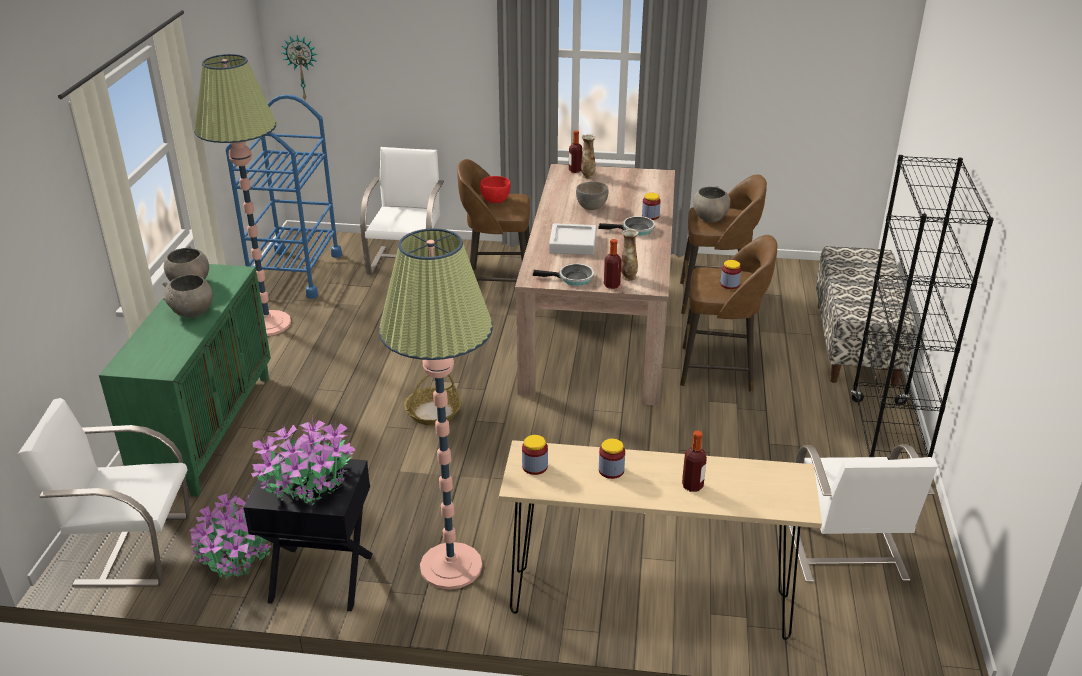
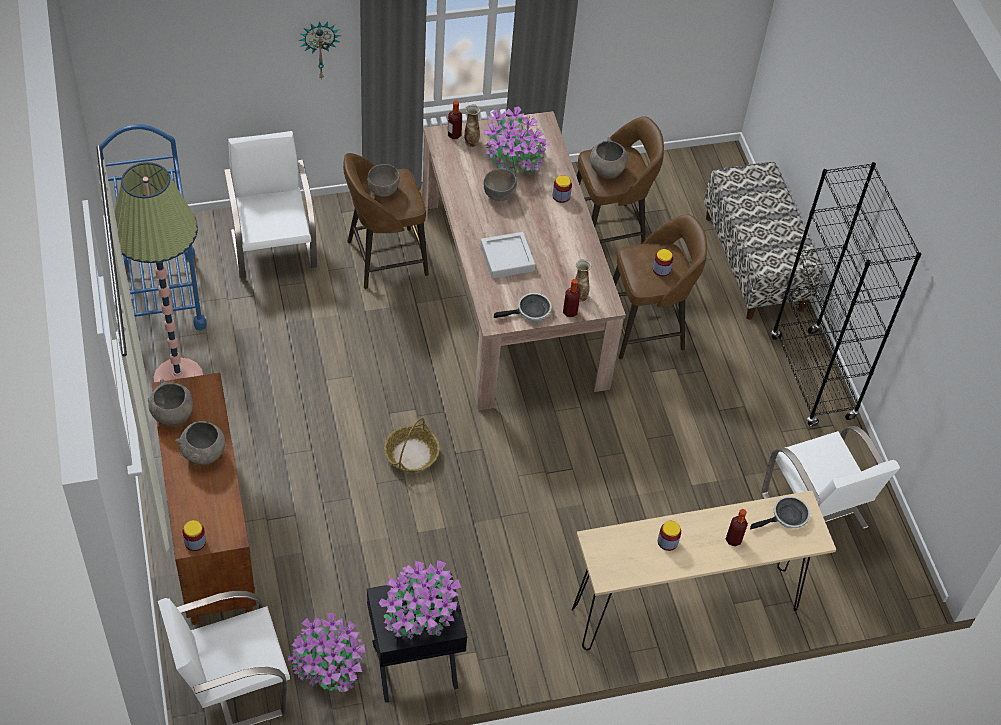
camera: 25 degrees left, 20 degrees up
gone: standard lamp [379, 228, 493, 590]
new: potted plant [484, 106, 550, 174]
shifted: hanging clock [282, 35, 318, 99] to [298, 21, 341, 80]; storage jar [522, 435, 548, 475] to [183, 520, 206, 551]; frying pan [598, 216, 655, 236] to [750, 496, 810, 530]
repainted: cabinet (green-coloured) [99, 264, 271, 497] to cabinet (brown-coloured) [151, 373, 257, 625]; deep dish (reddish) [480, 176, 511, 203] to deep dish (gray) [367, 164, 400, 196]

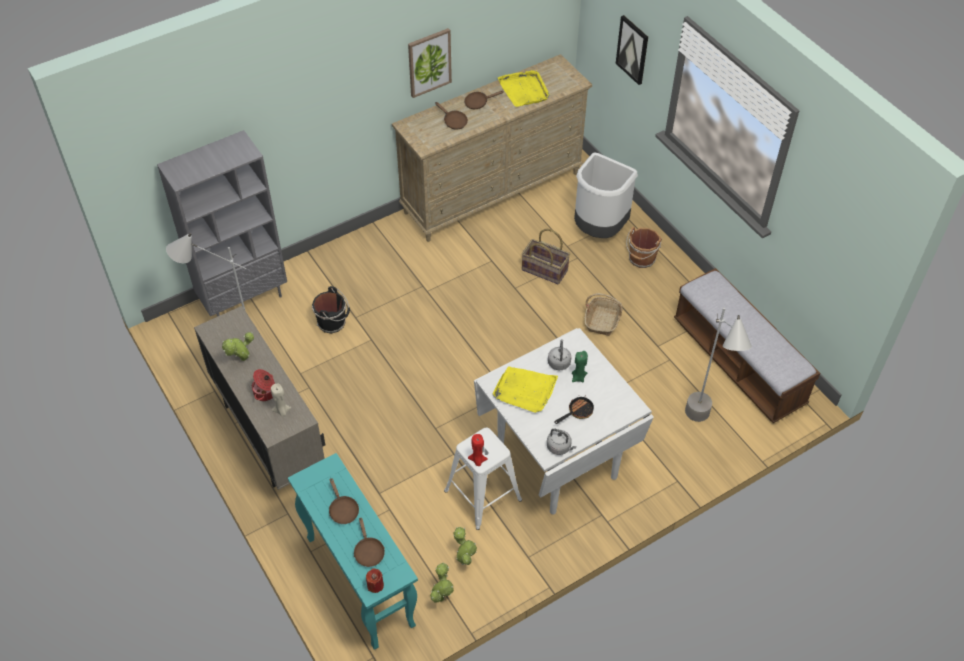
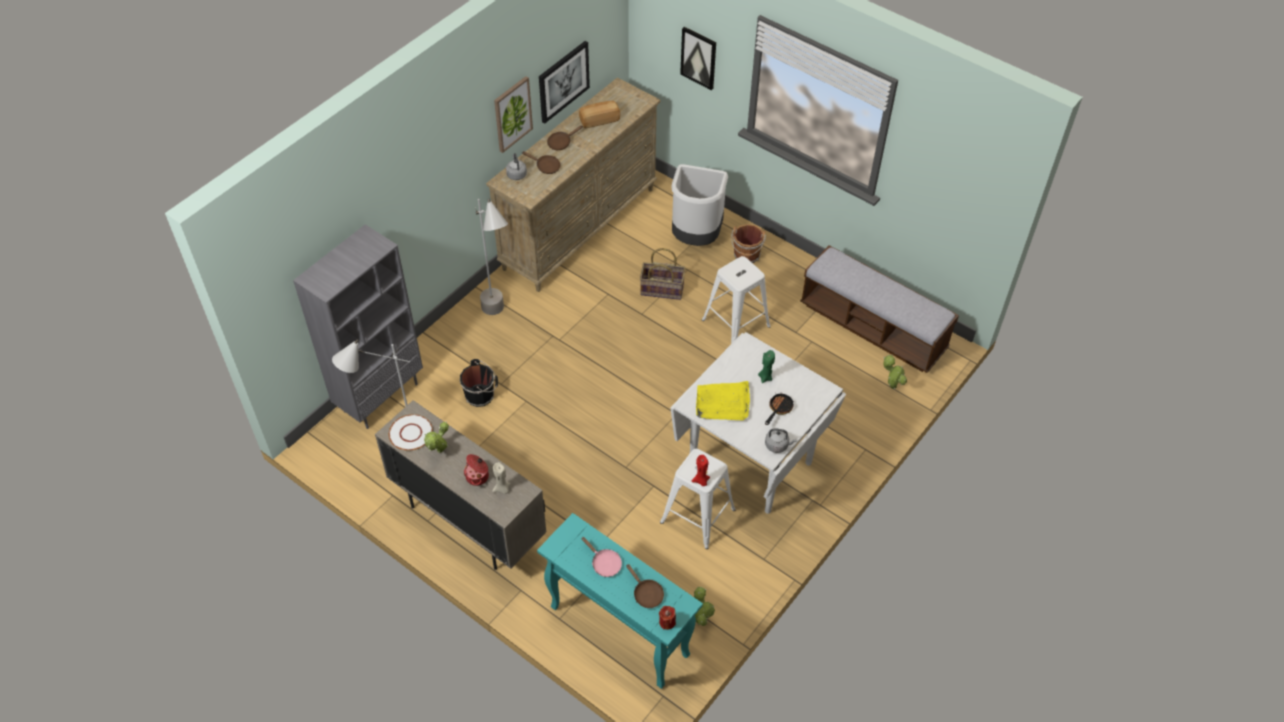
camera: 20 degrees left, 0 degrees up
new: flat dish (white-coloured) [389, 414, 433, 450]; wall art [539, 41, 590, 123]
shifted: potted plant [453, 527, 477, 565] to [883, 355, 907, 389]; tea kettle (gray) [548, 339, 571, 370] to [506, 153, 527, 180]; standard lamp (gray) [685, 308, 752, 422] to [475, 199, 508, 315]
swapped: carrying tray (yellow) [498, 70, 550, 107] to bread [579, 101, 620, 128]; storage basket [585, 293, 623, 336] to stool (white-coloured) [702, 256, 771, 344]
repainted: frying pan (brown-coloured) [329, 478, 359, 524] to frying pan (pinkish) [581, 537, 622, 577]

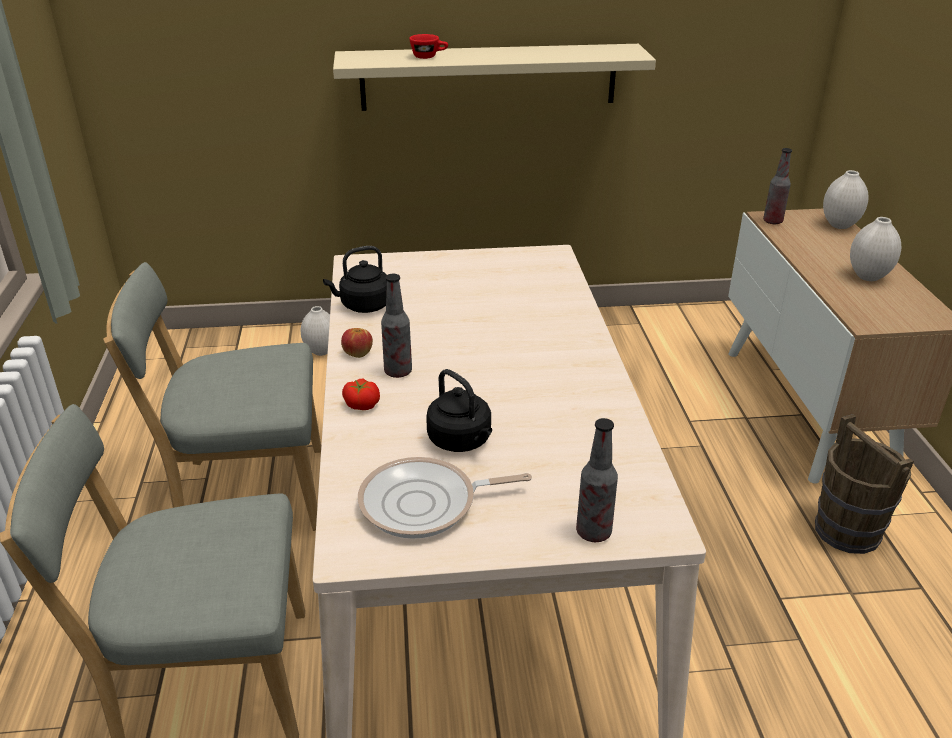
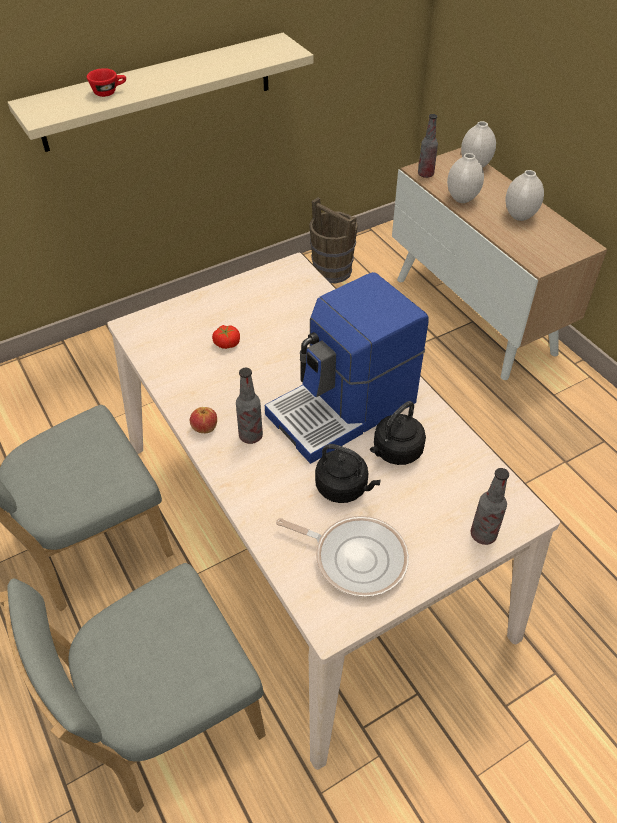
camera: 25 degrees left, 15 degrees up
new: coffee maker [265, 272, 428, 464]
shifted: vase (white-coloured) [301, 306, 330, 356] to [447, 153, 484, 203]; tea kettle (black-coloured) [323, 246, 387, 313] to [370, 401, 426, 465]; fresh tomato [342, 378, 380, 410] to [212, 325, 240, 349]; bucket (brown-coloured) [815, 414, 914, 554] to [309, 197, 358, 283]
rotated: frying pan [358, 457, 532, 539] = [276, 516, 409, 597] 120 degrees counterclockwise

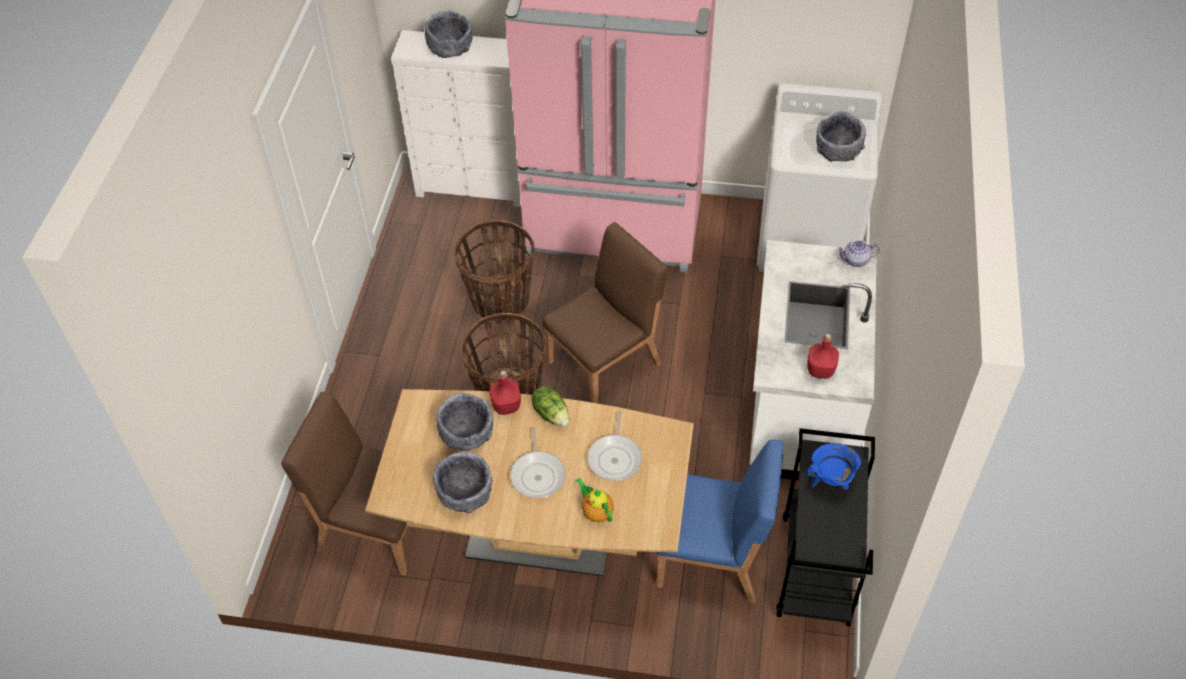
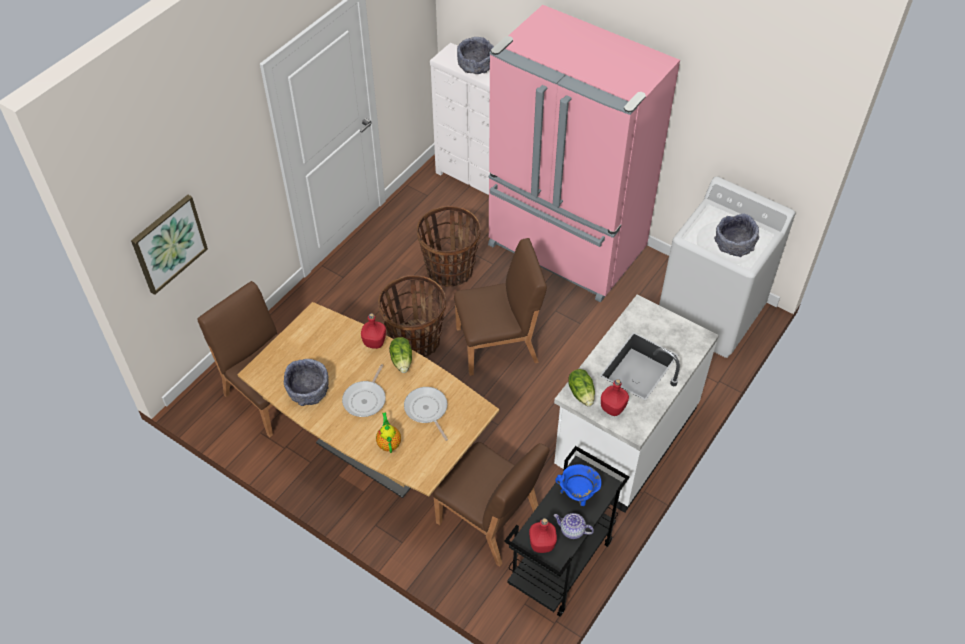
camera: 25 degrees right, 0 degrees up
gone: deep dish (gray) [436, 393, 493, 451]
new: wall art [131, 195, 208, 295]; drink bottle (reddish) [529, 518, 557, 553]; lettuce [568, 369, 595, 407]
shifted: teapot [837, 240, 880, 267] to [554, 513, 594, 539]
repainted: upright chair (blue-coloured) [657, 439, 784, 603] to upright chair (brown-coloured) [433, 442, 549, 567]
rotated: frying pan [588, 411, 642, 481] = [404, 387, 448, 441] 120 degrees clockwise

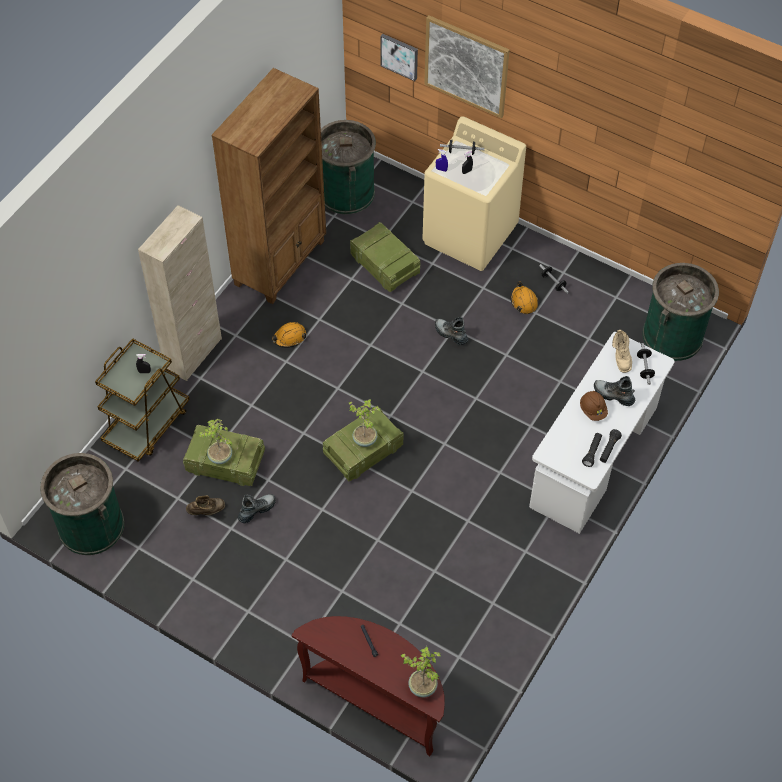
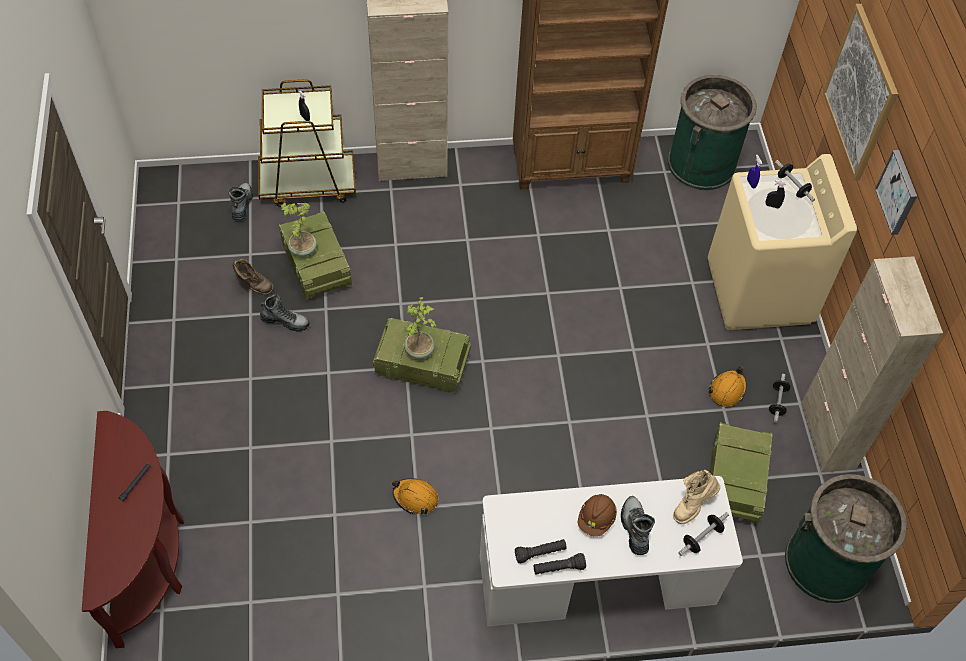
camera: 50 degrees right, 0 degrees up
gone: trash can (green-coloured) [40, 453, 124, 555]; potted plant [400, 646, 441, 698]
new: cabinet (beige-coloured) [801, 256, 943, 472]
shifted: hard hat (orange) [272, 322, 306, 348] to [392, 478, 438, 514]; crate [350, 222, 421, 292] to [710, 422, 772, 524]; wall art [380, 34, 418, 81] to [875, 150, 917, 235]; high-top boot [435, 317, 468, 345] to [228, 182, 253, 220]

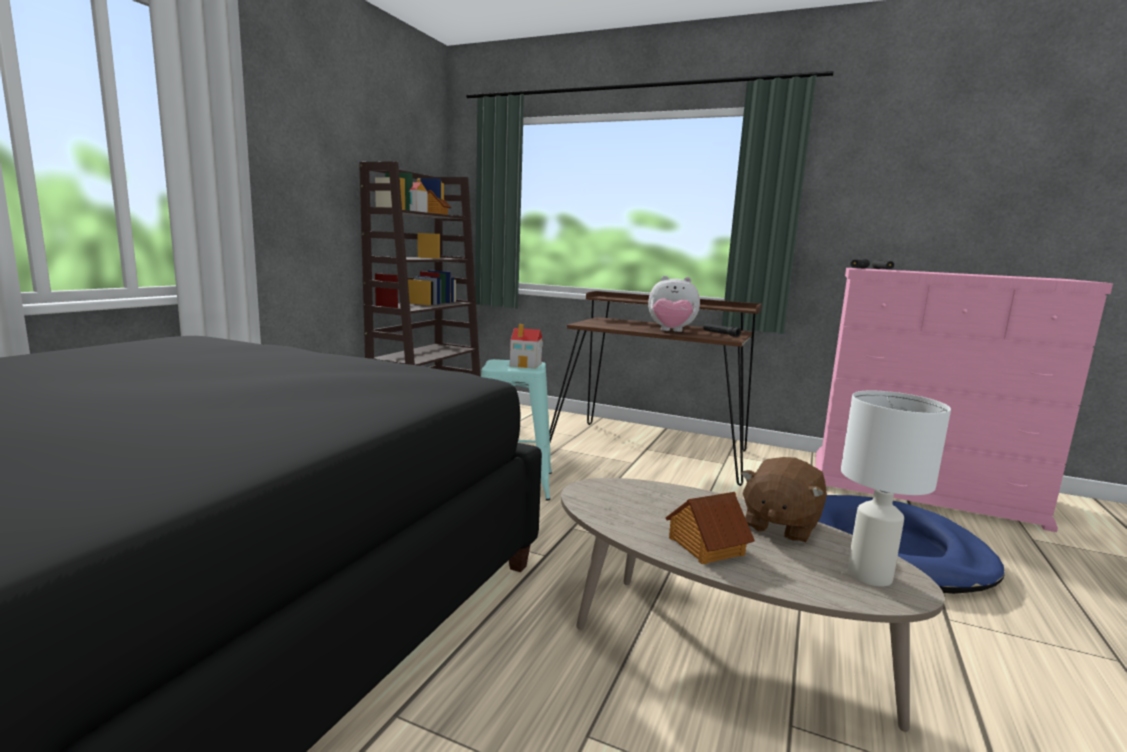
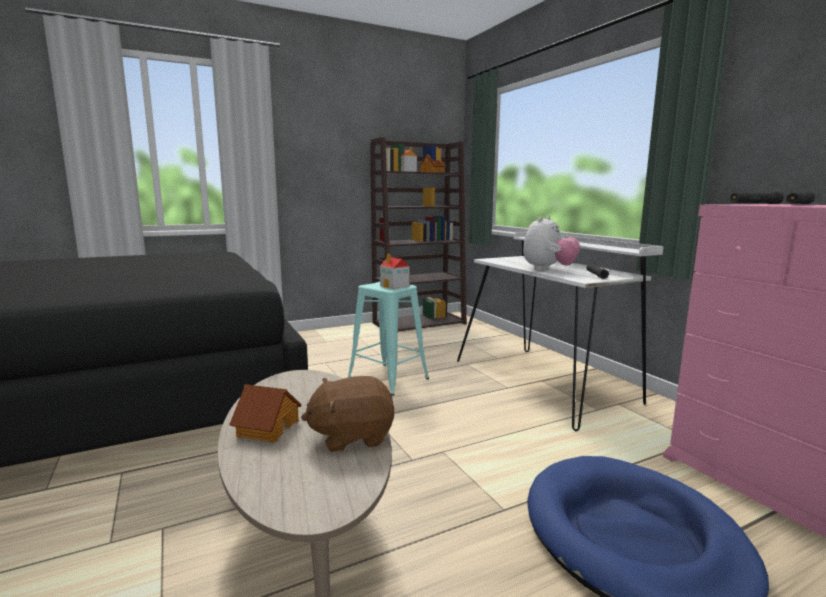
camera: 40 degrees right, 0 degrees up
gone: table lamp (white-coloured) [841, 390, 951, 587]
repainted: desk unit (brown-coloured) [549, 291, 762, 486] to desk unit (white-coloured) [457, 232, 664, 431]
rotated: soft toy [648, 276, 700, 332] = [523, 216, 580, 271] 105 degrees counterclockwise

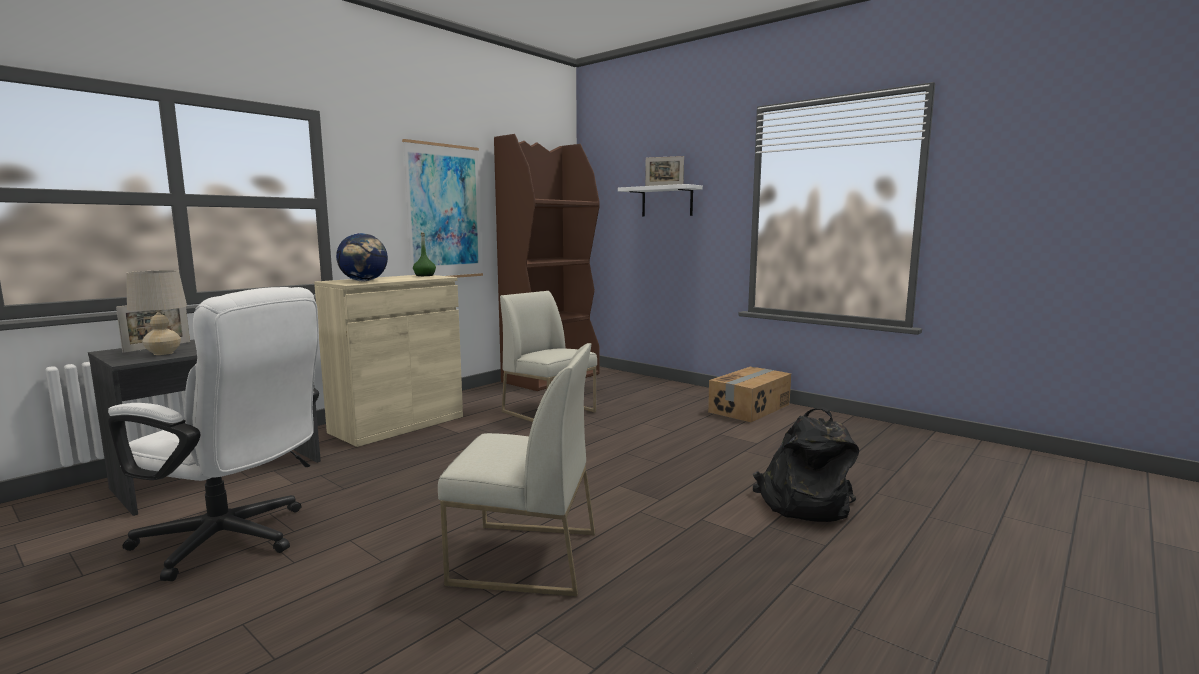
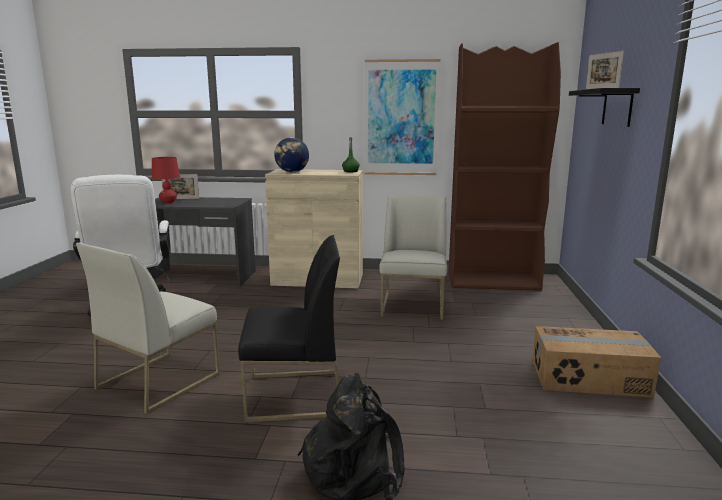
camera: 55 degrees right, 5 degrees up
new: upright chair (black-coloured) [238, 235, 340, 423]
repainted: table lamp (beige-coloured) [126, 270, 187, 355] to table lamp (reddish) [152, 157, 180, 204]; bracket shelf (white-coloured) [618, 184, 703, 216] to bracket shelf (black-coloured) [569, 88, 640, 127]
rotated: upright chair (white-coloured) [438, 343, 595, 597] = [76, 243, 220, 414] 60 degrees clockwise

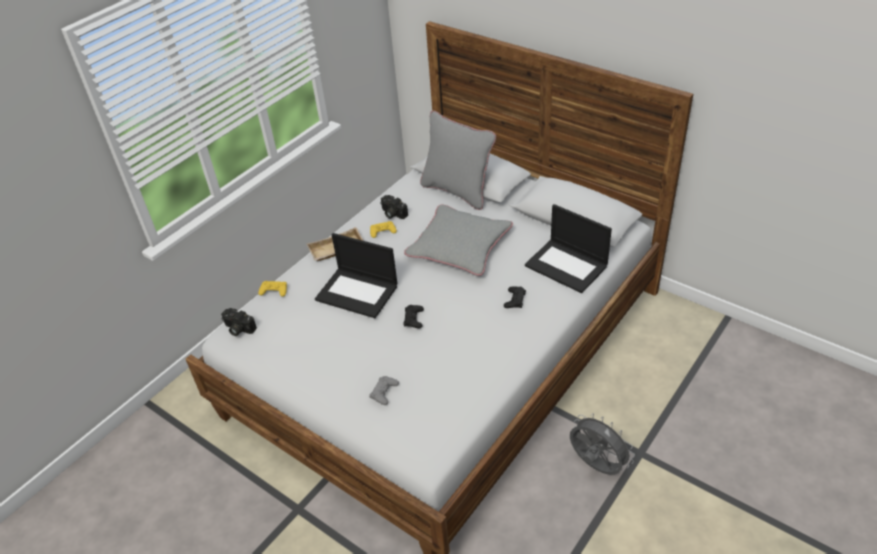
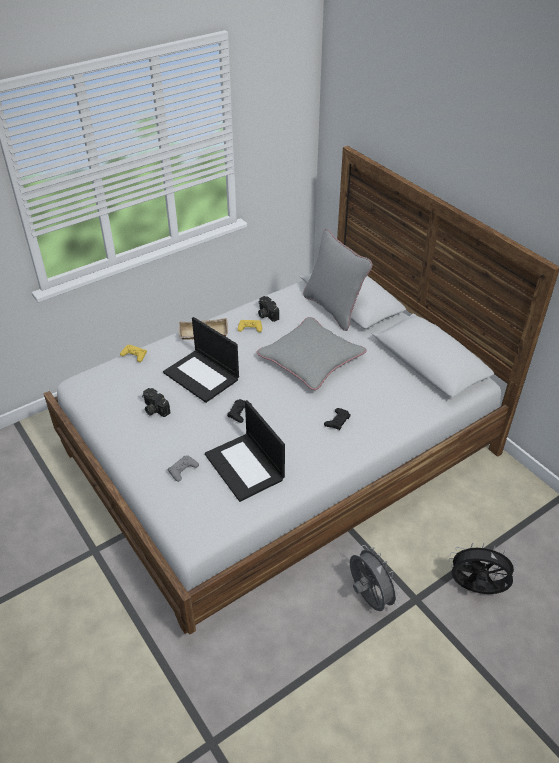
camera: 15 degrees right, 0 degrees up
new: electric fan (black-coloured) [449, 543, 518, 594]
shifted: photo camera [221, 308, 257, 336] to [142, 388, 171, 417]; laptop [525, 204, 612, 293] to [205, 400, 285, 502]

